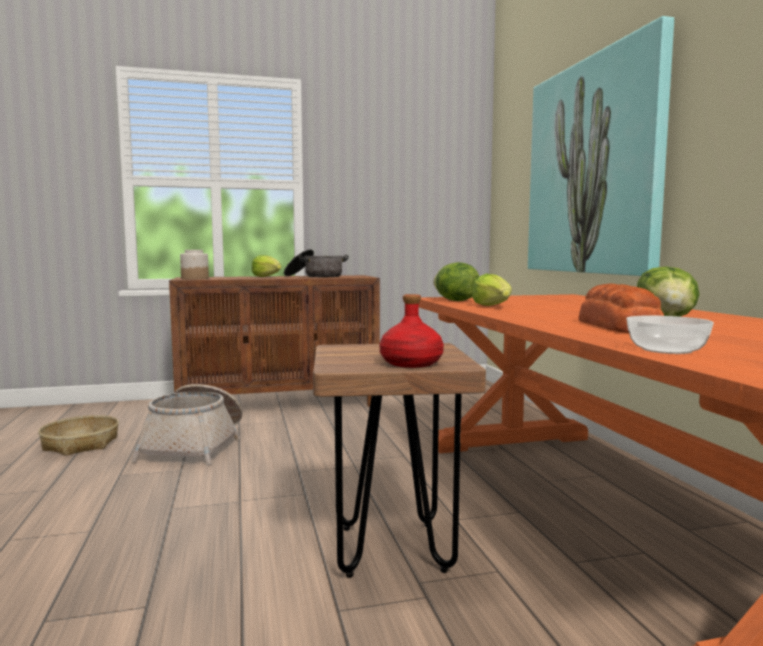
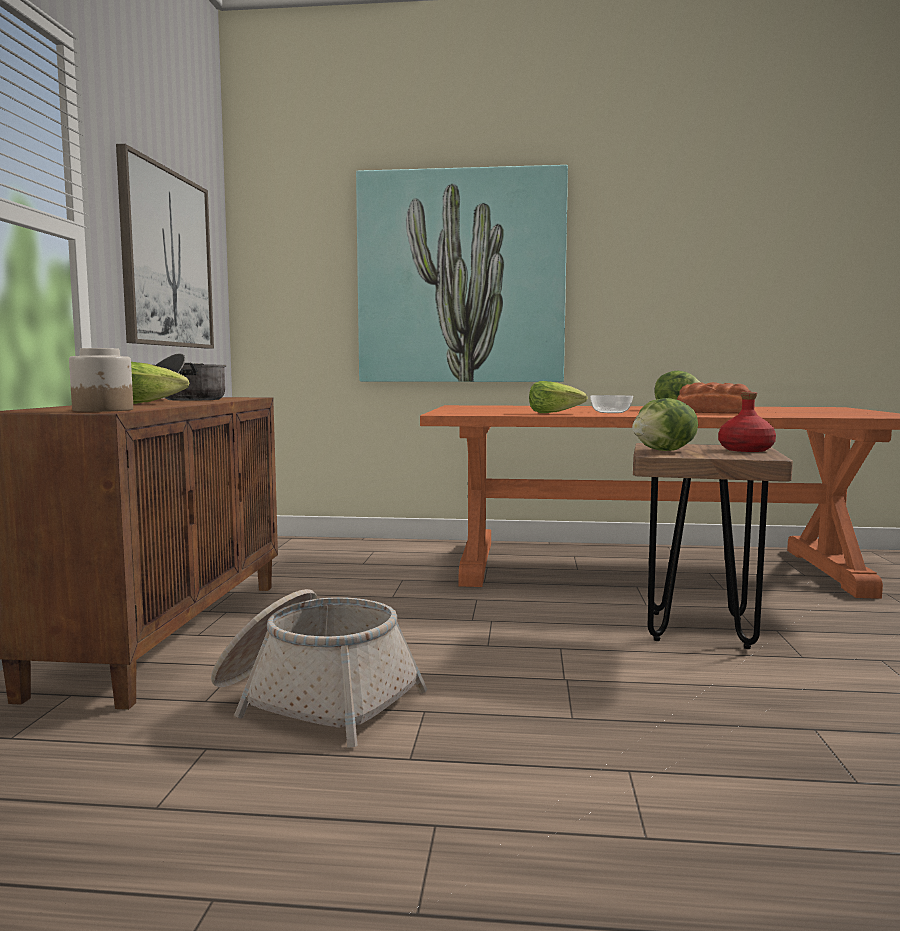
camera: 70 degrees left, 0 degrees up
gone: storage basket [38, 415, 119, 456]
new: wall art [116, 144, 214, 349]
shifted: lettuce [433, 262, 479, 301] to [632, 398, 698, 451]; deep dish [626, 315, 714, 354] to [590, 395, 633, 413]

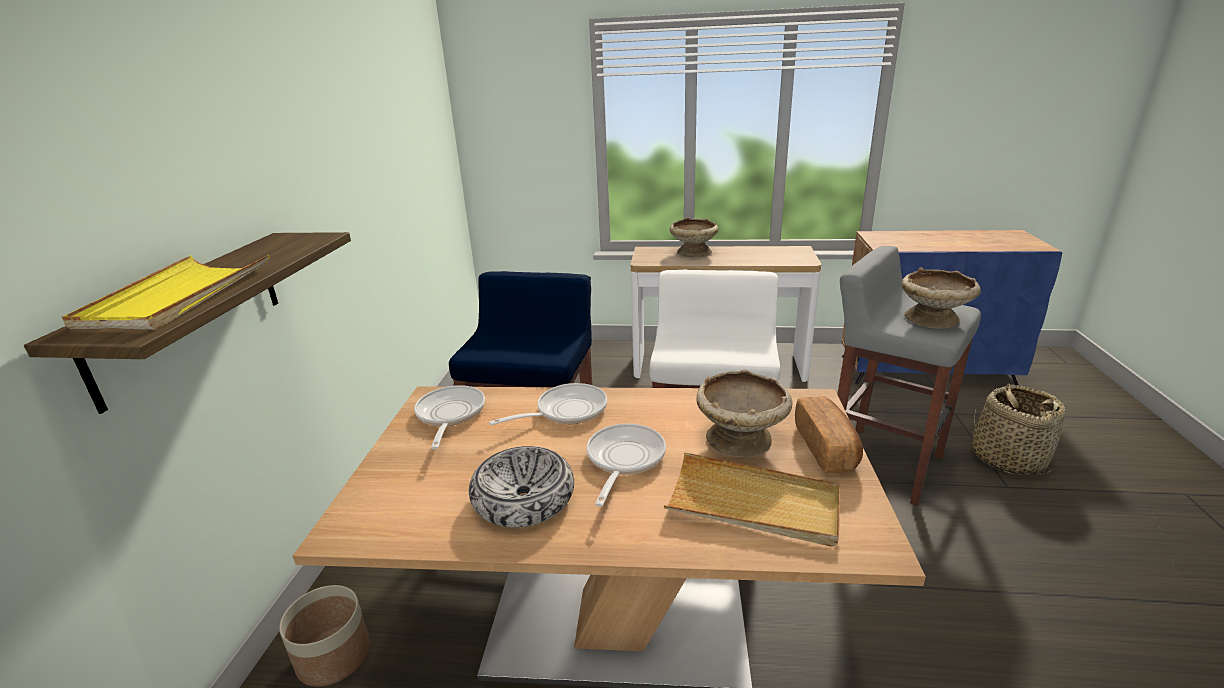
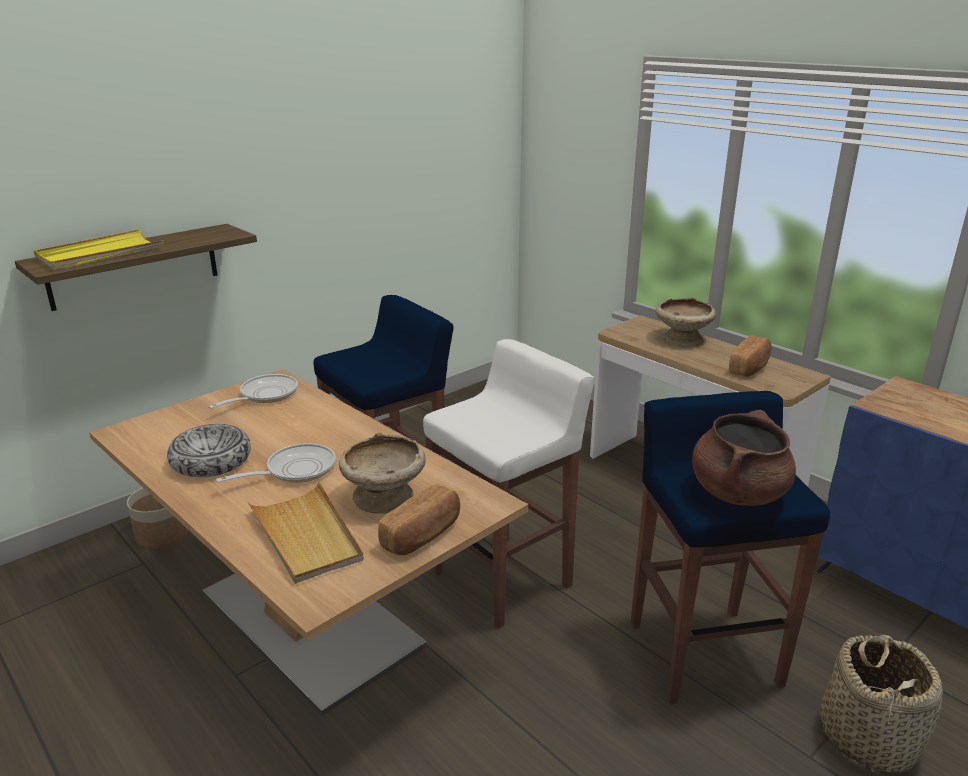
camera: 40 degrees right, 0 degrees up
gone: frying pan [489, 383, 607, 425]
new: bread [729, 335, 772, 377]
swapped: deep dish (beige-coloured) [902, 267, 981, 329] to stockpot (brown-coloured) [692, 410, 796, 506]
repainted: stool (gray) [837, 246, 981, 506] to stool (blue-coloured) [630, 391, 830, 704]

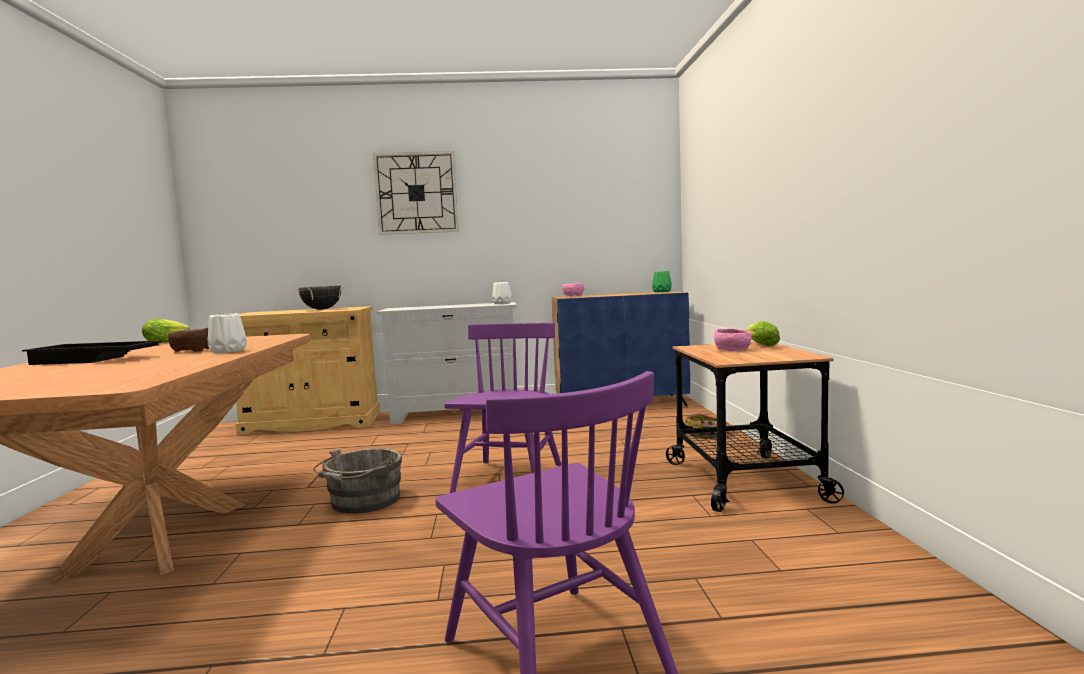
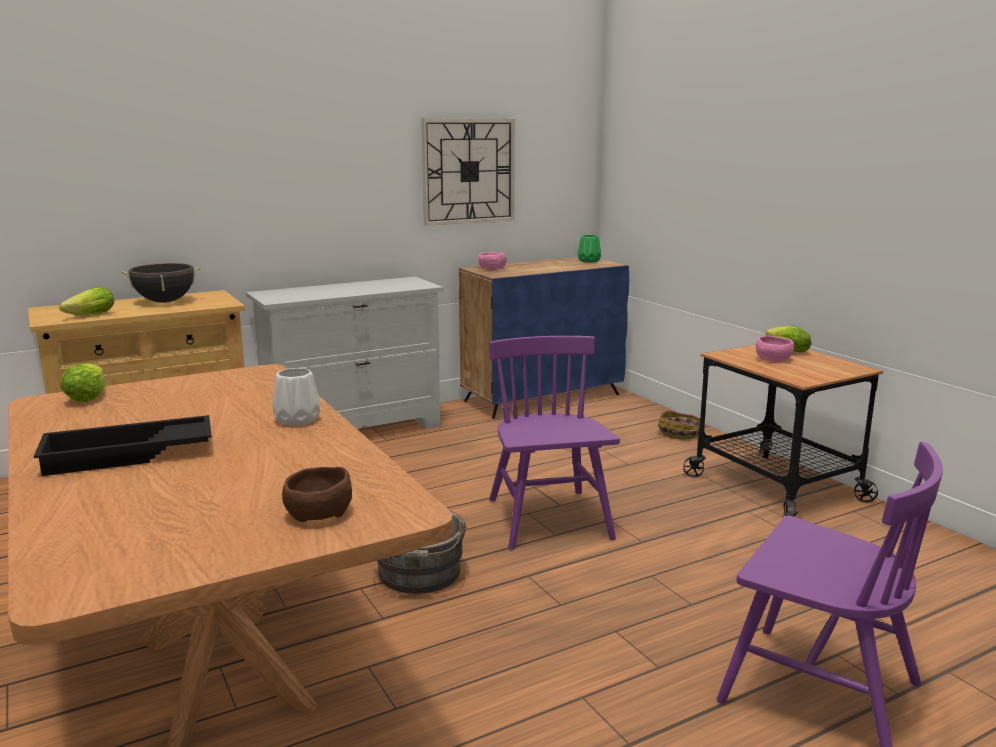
camera: 25 degrees left, 10 degrees up
gone: vase (white-coloured) [492, 282, 512, 304]
new: lettuce [59, 287, 114, 315]
shifted: deep dish (brown-coloured) [168, 328, 209, 352] to [282, 467, 352, 522]; hanging clock [373, 151, 459, 235] to [421, 119, 515, 226]

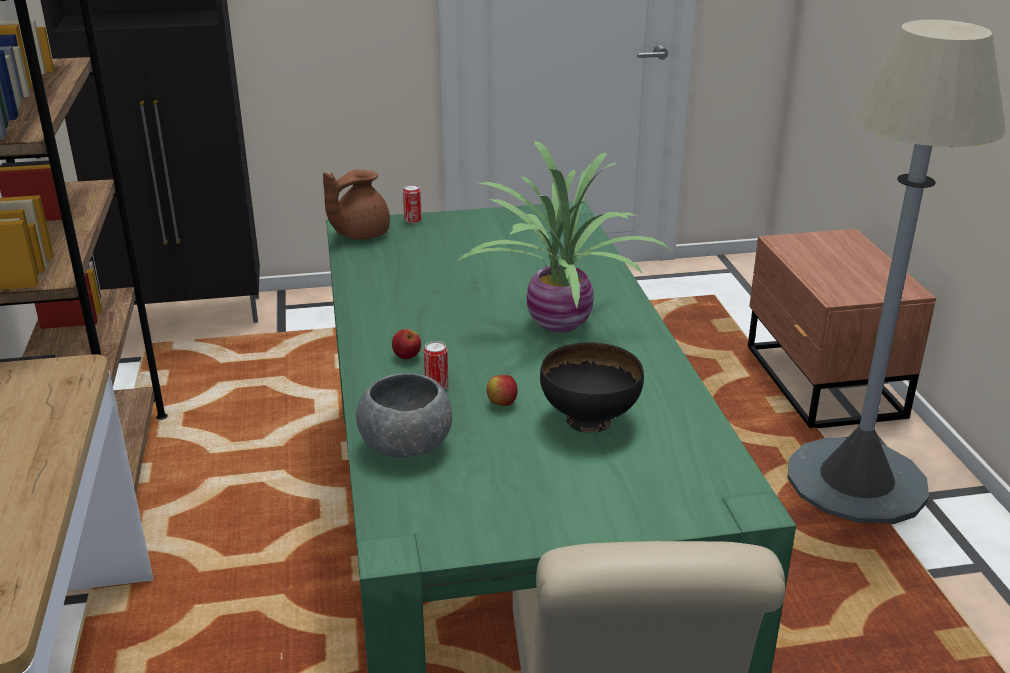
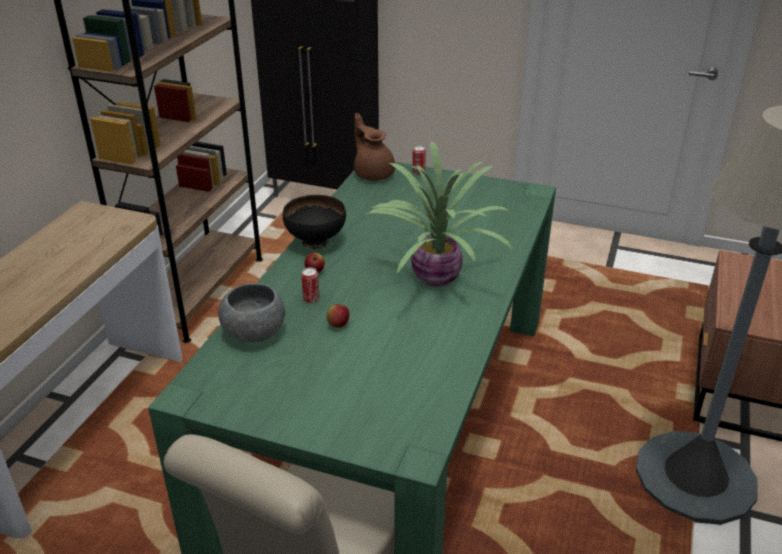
camera: 30 degrees right, 5 degrees up
shifted: deep dish (black-coloured) [540, 342, 644, 433] to [283, 195, 346, 249]
rotated: teapot (brown-coloured) [323, 169, 390, 240] = [354, 113, 395, 181] 75 degrees clockwise

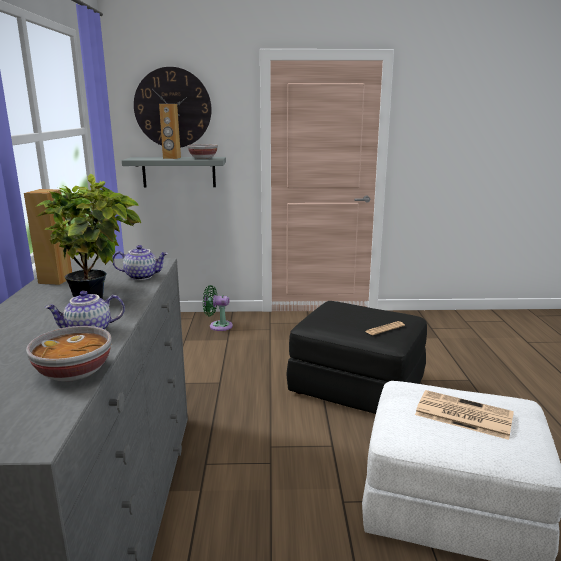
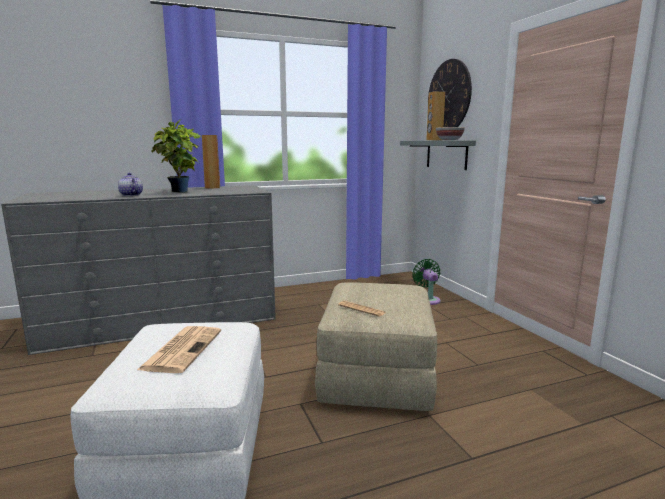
camera: 70 degrees right, 5 degrees down
gone: deep dish [26, 326, 111, 382]; teapot [113, 245, 168, 280]
repainted: pouffe (black-coloured) [286, 301, 427, 414] to pouffe (beige-coloured) [315, 282, 437, 411]

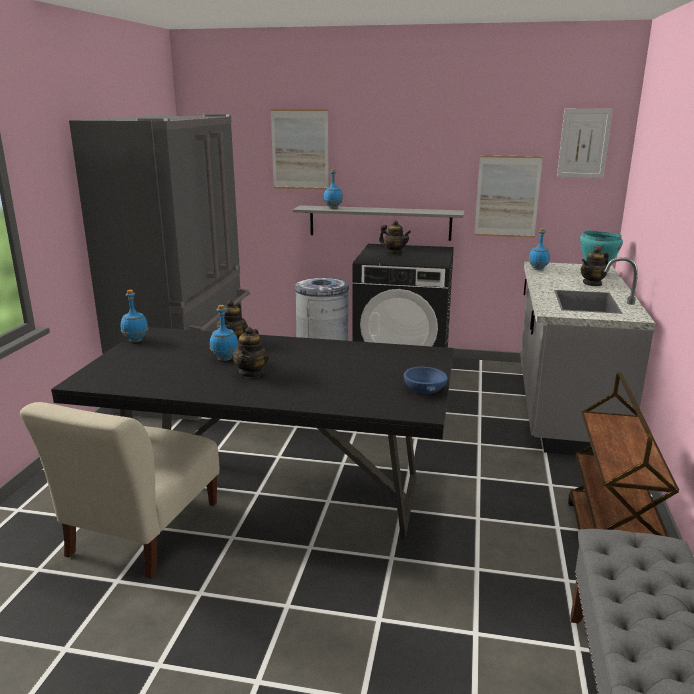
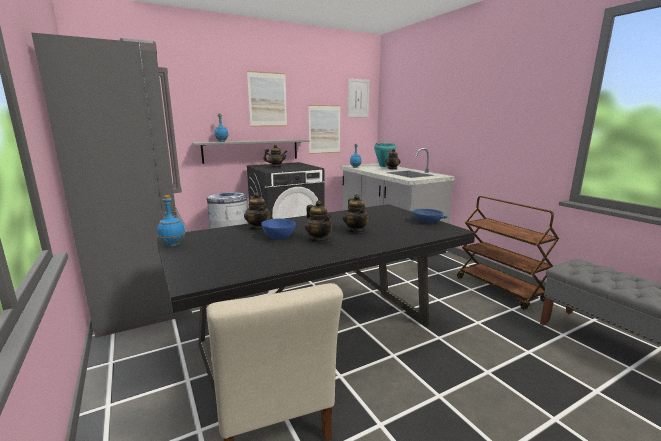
camera: 40 degrees left, 5 degrees down
new: teapot [343, 194, 370, 233]
shifted: wall art [270, 109, 329, 190] to [247, 71, 287, 127]
swapped: drink bottle (blue-coloured) [210, 305, 238, 361] to deep dish (blue-coloured) [261, 218, 296, 239]

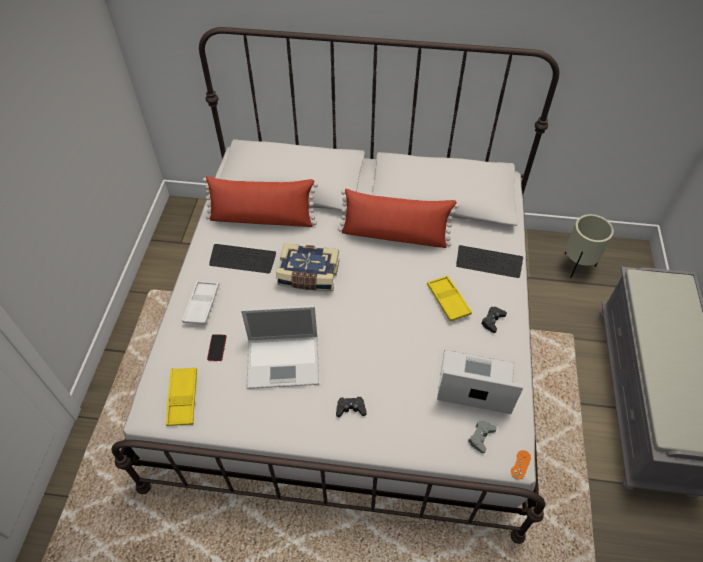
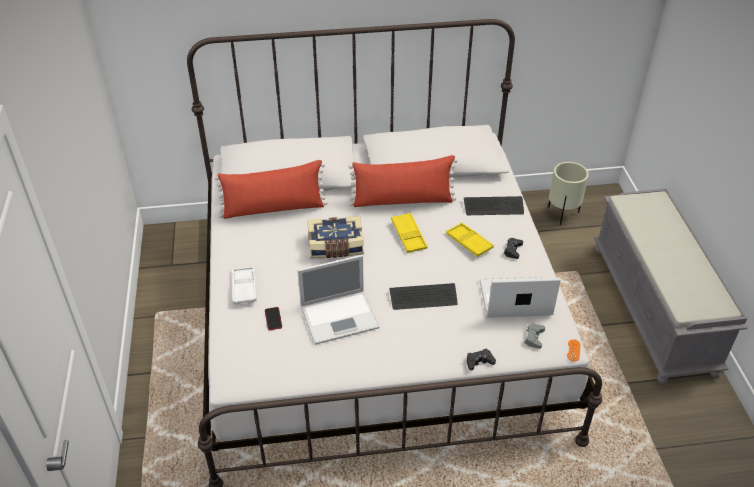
camera: 15 degrees left, 10 degrees down
shifted: carrying tray (yellow) [166, 367, 197, 426] to [391, 213, 427, 253]; keyboard [209, 244, 276, 273] to [389, 283, 458, 310]; gamepad (black-coloured) [336, 397, 366, 417] to [467, 349, 496, 371]

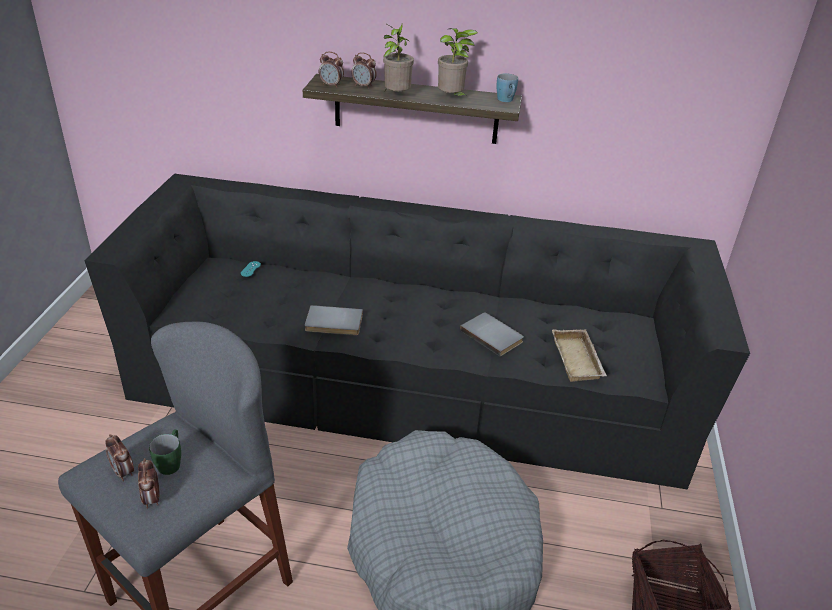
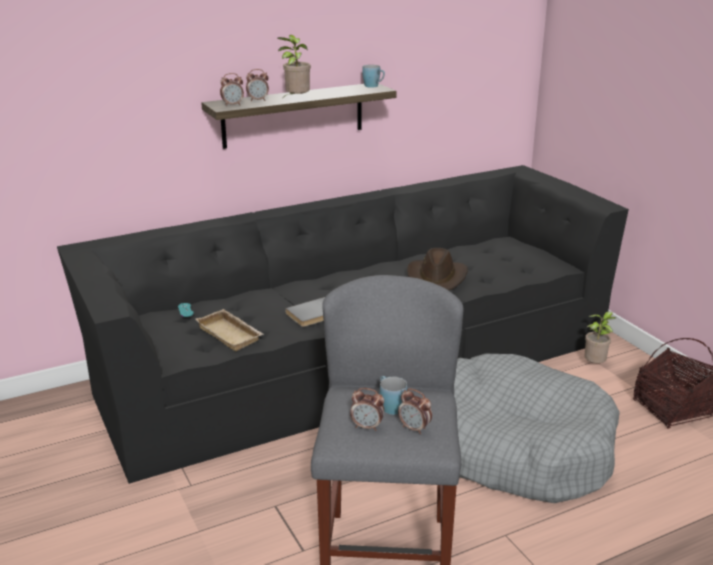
camera: 35 degrees left, 10 degrees down
shifted: potted plant [438, 28, 478, 96] to [584, 311, 616, 363]; carrying tray (beige-coloured) [552, 329, 607, 382] to [195, 309, 264, 351]
swapped: book (gray) [460, 312, 524, 357] to clothing hat (brown-coloured) [407, 248, 468, 290]
repainted: mug (green-coloured) [149, 429, 181, 475] to mug (blue-coloured) [380, 376, 407, 415]

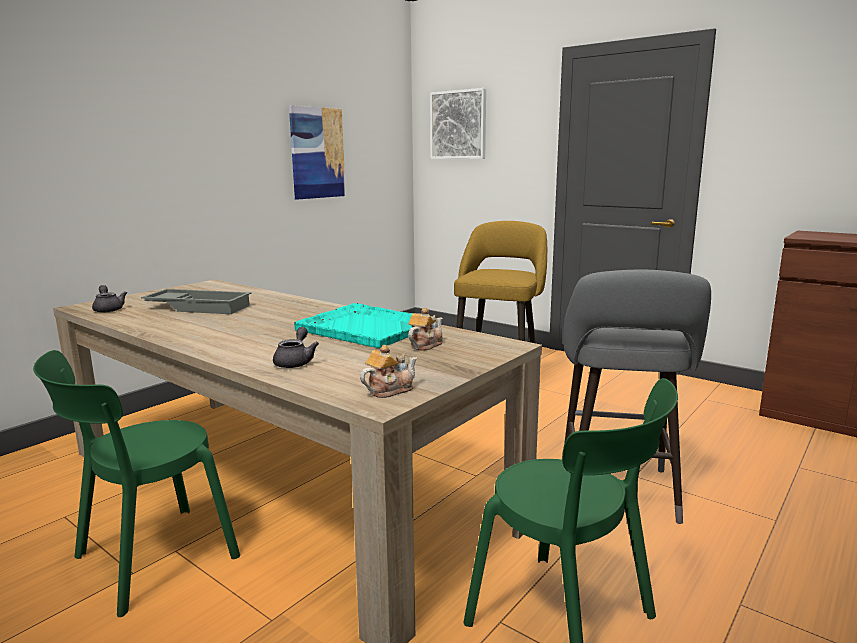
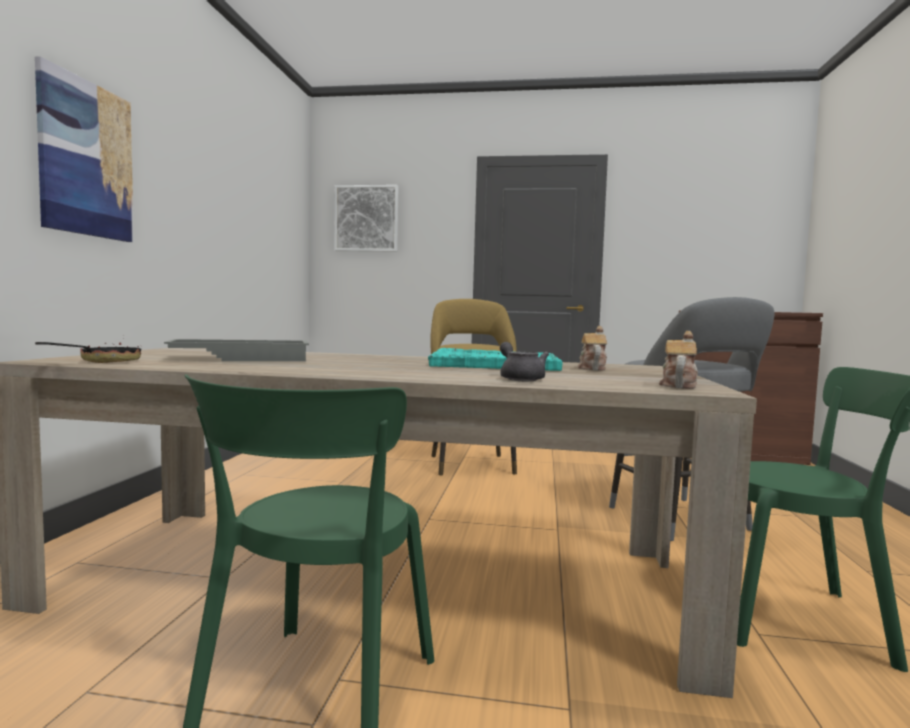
camera: 30 degrees left, 10 degrees down
shifted: wall art [289, 105, 346, 200] to [35, 56, 134, 242]
swapped: teapot (gray) [92, 285, 127, 313] to frying pan [35, 342, 142, 363]

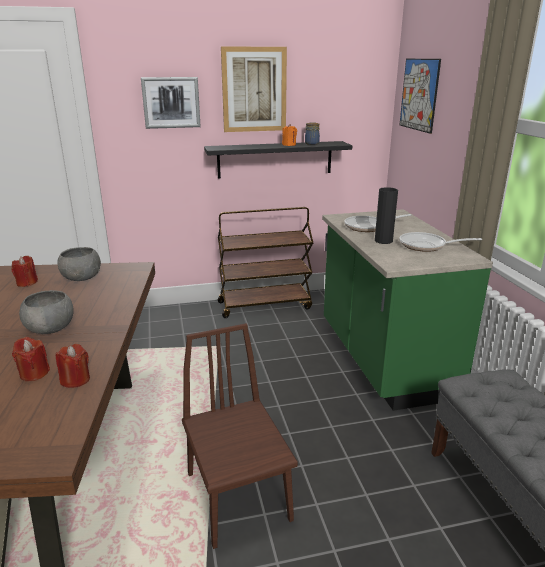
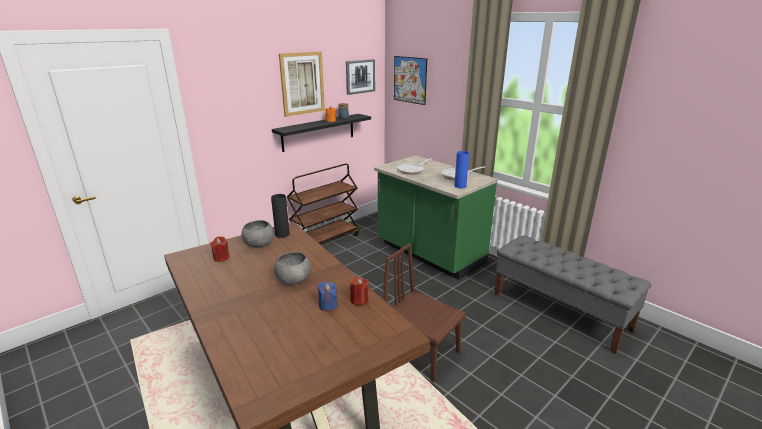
camera: 30 degrees left, 0 degrees up
new: vase (blue-coloured) [454, 151, 469, 188]
shifted: wall art [141, 77, 201, 129] to [346, 59, 375, 95]; vase (black-coloured) [375, 187, 398, 244] to [271, 194, 290, 238]
repainted: wax light (reddish) [12, 337, 50, 381] to wax light (blue-coloured) [318, 282, 337, 311]

